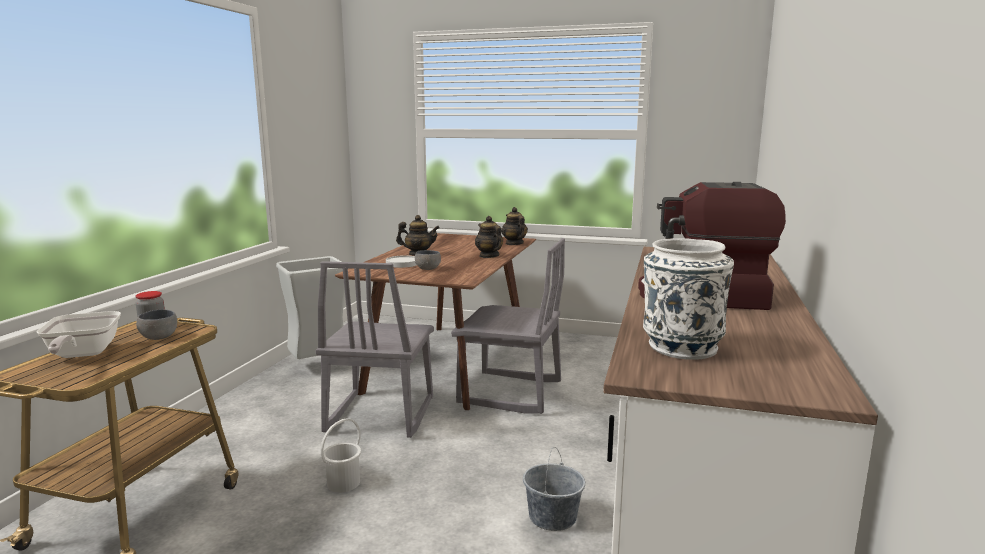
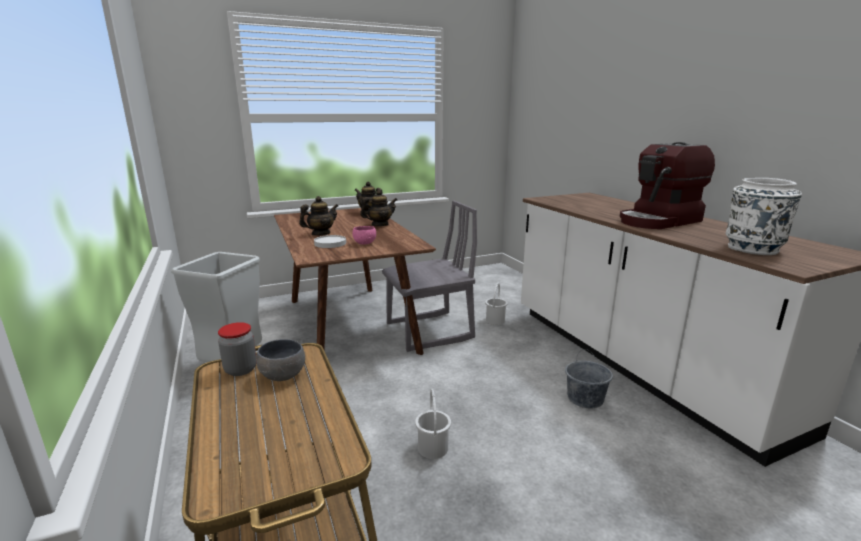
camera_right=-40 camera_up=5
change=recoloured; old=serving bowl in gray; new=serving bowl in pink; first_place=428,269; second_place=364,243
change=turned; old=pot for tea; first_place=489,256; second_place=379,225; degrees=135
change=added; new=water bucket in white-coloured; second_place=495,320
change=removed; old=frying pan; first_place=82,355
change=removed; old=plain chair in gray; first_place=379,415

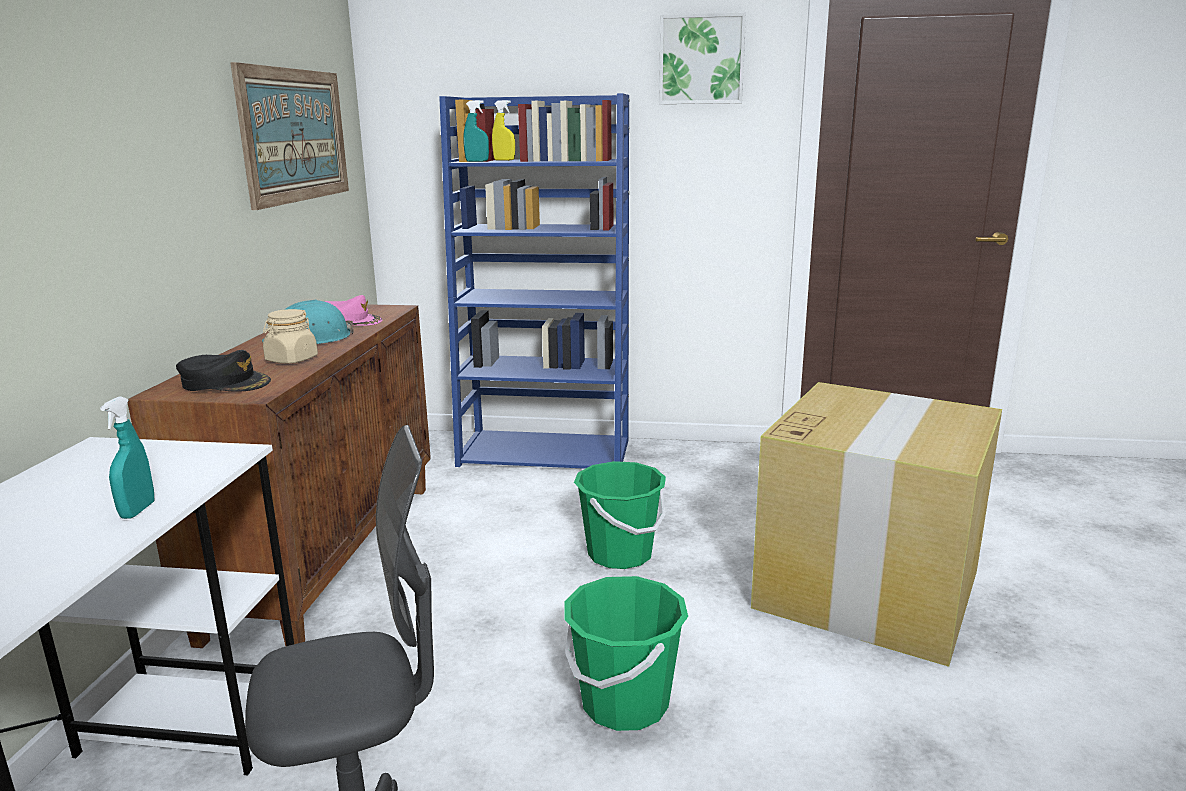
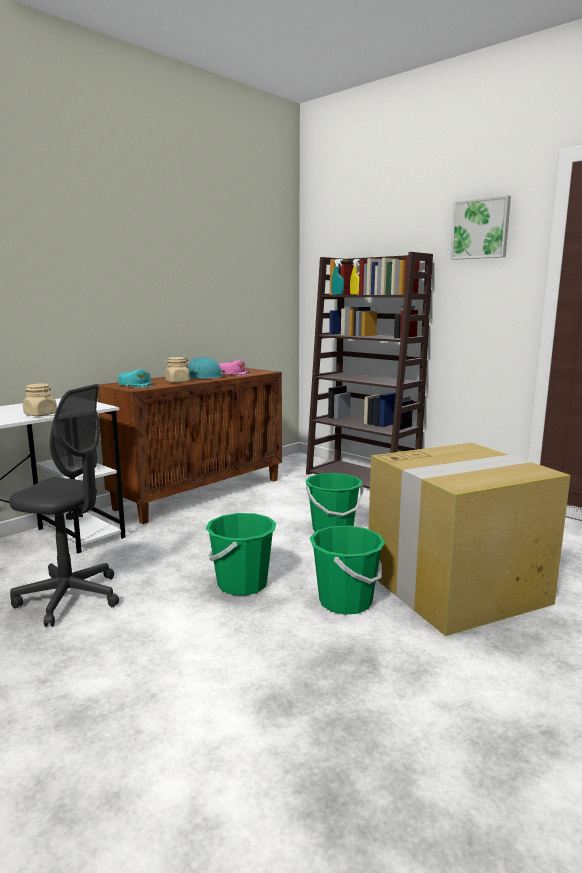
camera_right=35 camera_up=-5
change=replaced; old=spray bottle in blue-green; new=storage jar in beige-coloured; first_place=137,511; second_place=41,414
change=recoloured; old=peaked cap in black-coloured; new=peaked cap in blue-green; first_place=225,383; second_place=136,384
change=recoloured; old=bookshelf in blue; new=bookshelf in brownish; first_place=546,452; second_place=363,478
change=added; new=water bucket in greenish; second_place=345,602
change=removed; old=picture; first_place=295,135

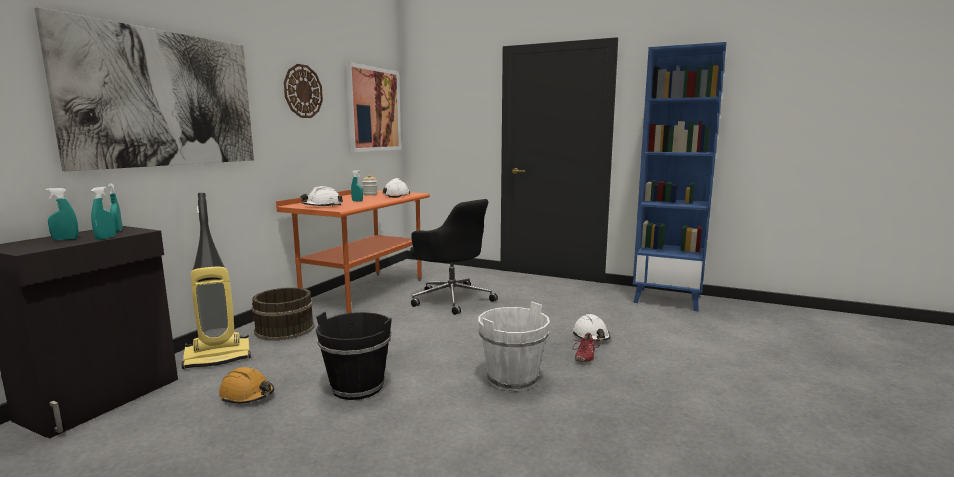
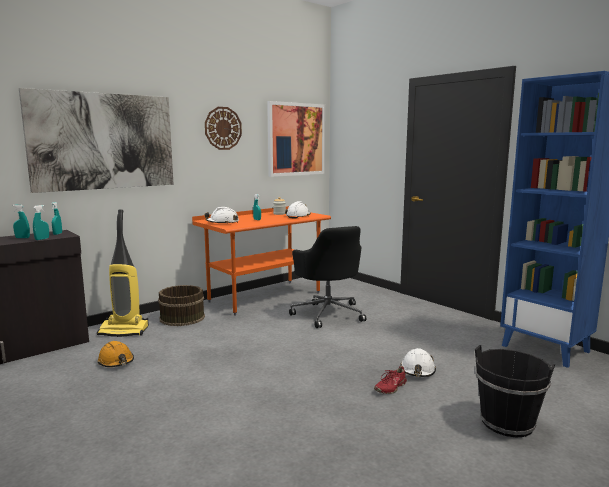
camera_right=25 camera_up=0
change=moved; old=water bucket in black-coloured; first_place=358,386; second_place=507,423
change=removed; old=water bucket in white-coloured; first_place=512,379

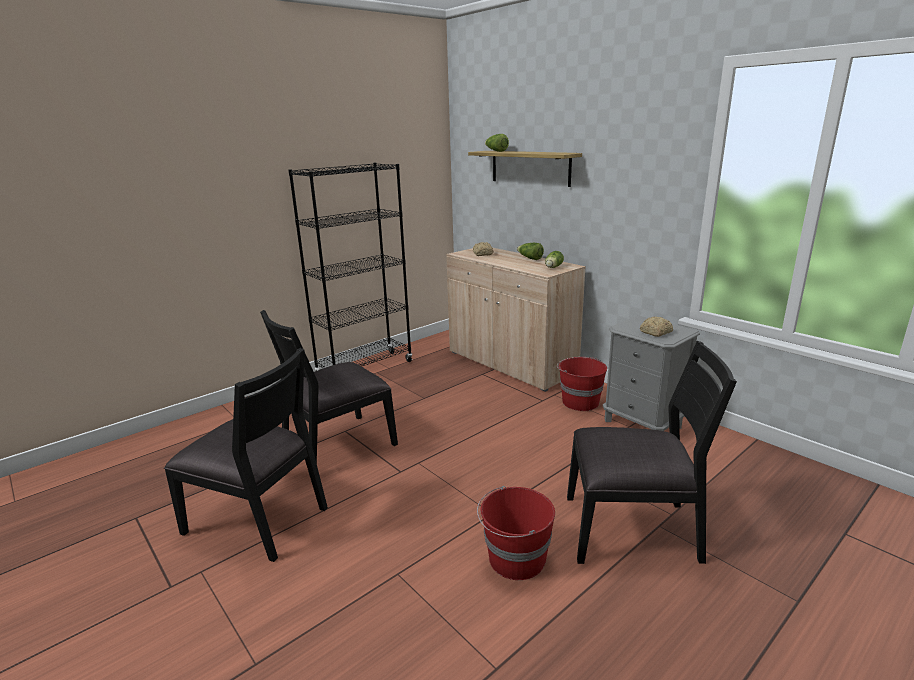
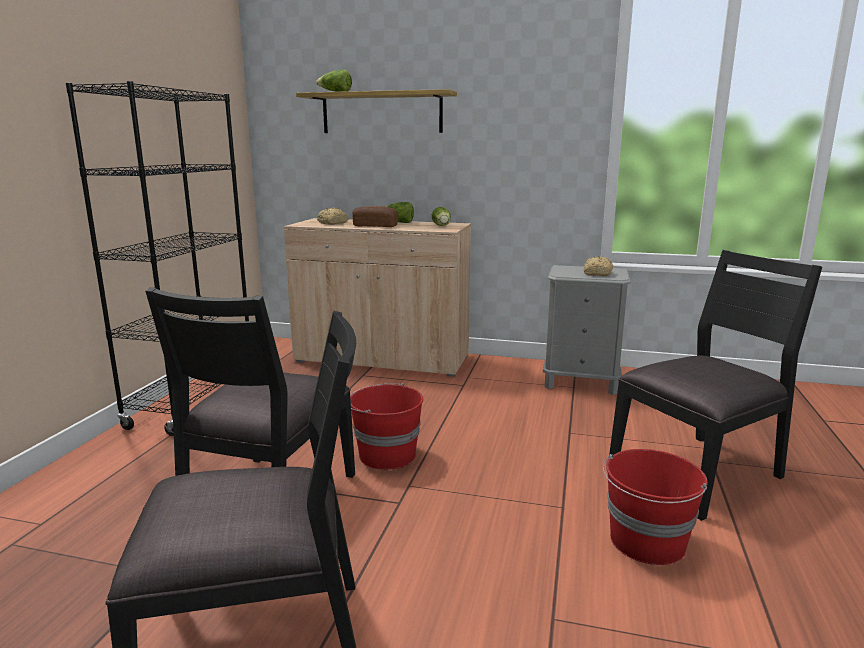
camera_right=-35 camera_up=-5
change=moved; old=water bucket in red-coloured; first_place=579,402; second_place=386,455
change=added; new=bakery bread; second_place=375,226

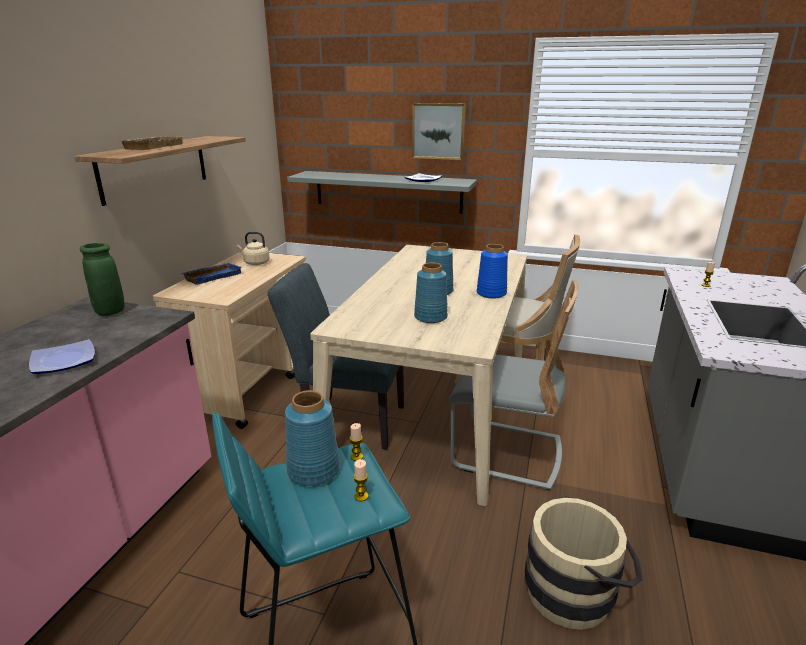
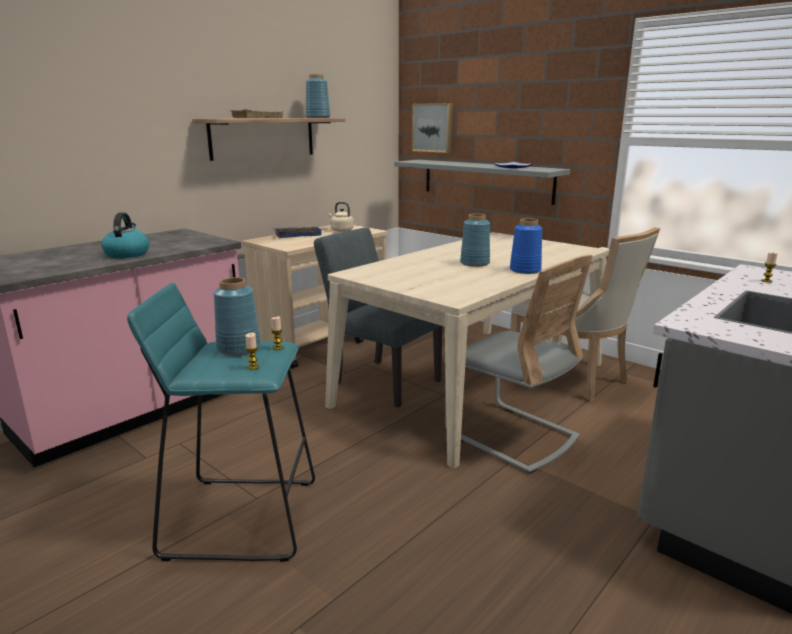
camera_right=25 camera_up=-5
change=replaced; old=flat dish; new=water kettle; first_place=62,362; second_place=127,254
change=moved; old=flower vase in blue; first_place=431,317; second_place=318,117
change=moved; old=picture; first_place=439,131; second_place=433,127
change=removed; old=flower vase in greenish; first_place=110,311
change=removed; old=water bucket in beige-coloured; first_place=576,591

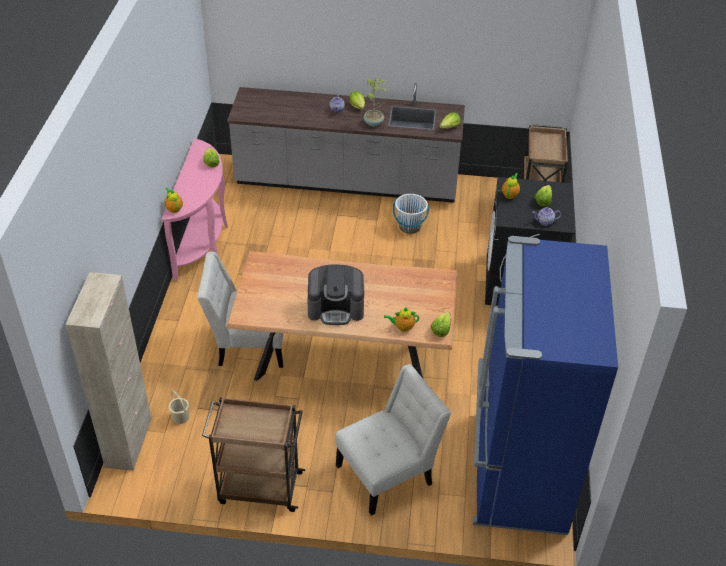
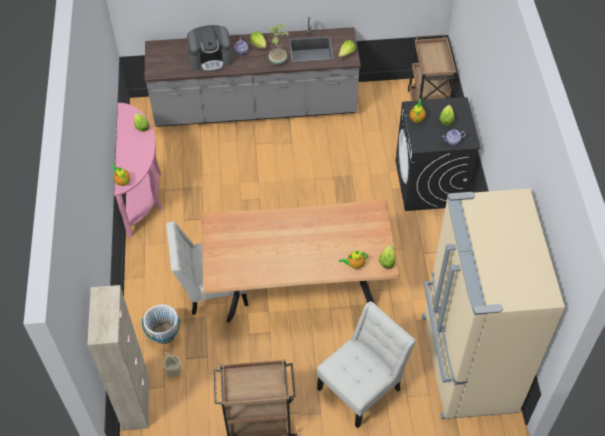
camera_right=-10 camera_up=10
change=moved; old=water bucket in white-coloured; first_place=409,227; second_place=164,334
change=moved; old=coffee brewer; first_place=336,308; second_place=211,59
change=recoloured; old=refrigerator in blue; new=refrigerator in beige-coloured; first_place=517,471; second_place=466,363

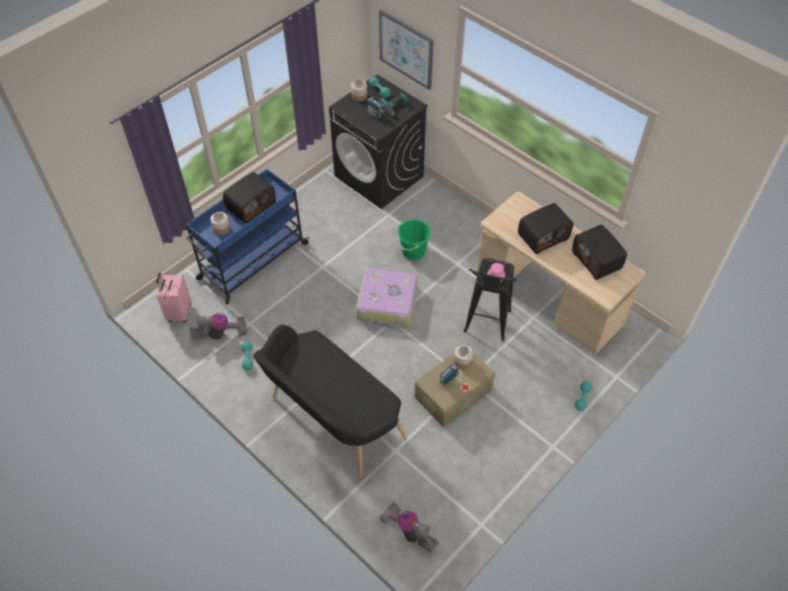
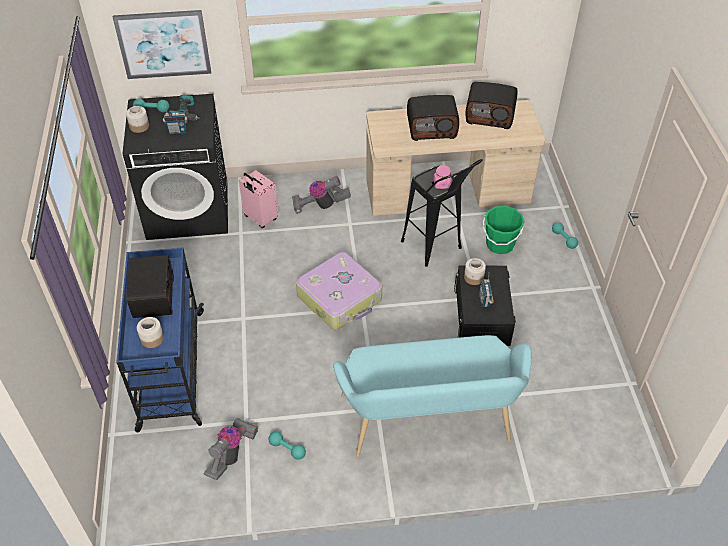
camera_right=-50 camera_up=-5
change=moved; old=travel case in pink; first_place=178,312; second_place=260,218
change=moved; old=vacuum cleaner; first_place=409,531; second_place=320,205
change=recoloured; old=indoor bench in black-coloured; new=indoor bench in blue-green; first_place=332,420; second_place=428,424
change=turned; old=radio receiver; first_place=542,236; second_place=432,128; degrees=75
change=recoloured; old=storage container in beige-coloured; new=storage container in black-coloured; first_place=453,393; second_place=482,316
change=moved; old=water bucket in greenish; first_place=413,251; second_place=500,244

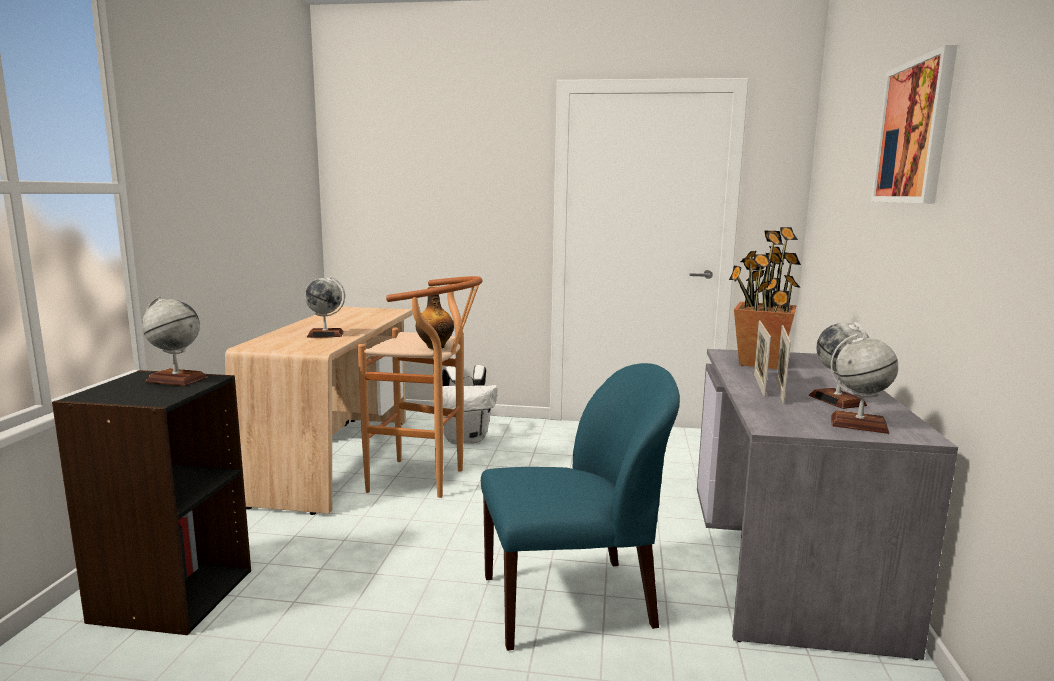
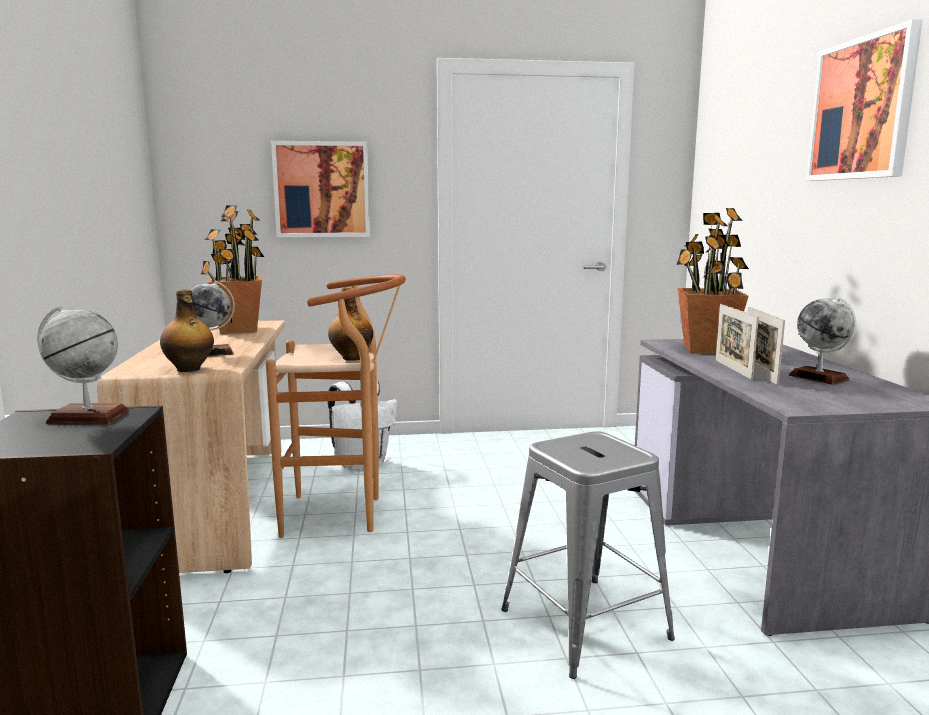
camera_right=-15 camera_up=0
change=added; new=drink bottle; second_place=189,369
change=added; new=potted plant; second_place=238,330
change=added; new=picture; second_place=322,189
change=replaced; old=plain chair in blue; new=sitting stool in gray; first_place=571,601; second_place=584,624
change=removed; old=world globe; first_place=858,424

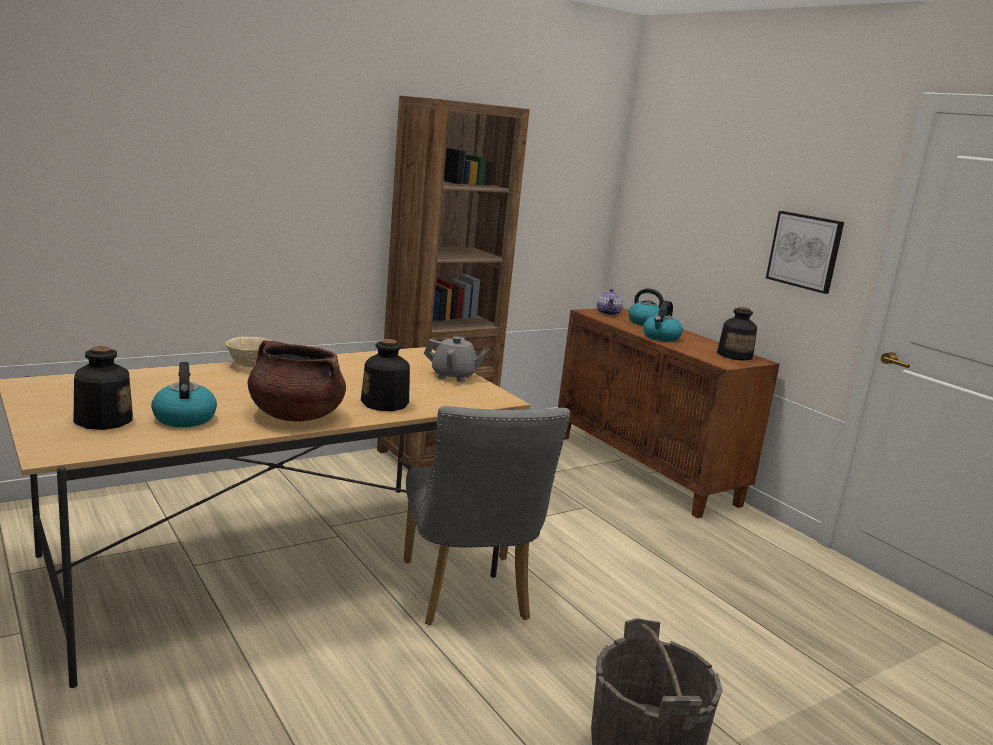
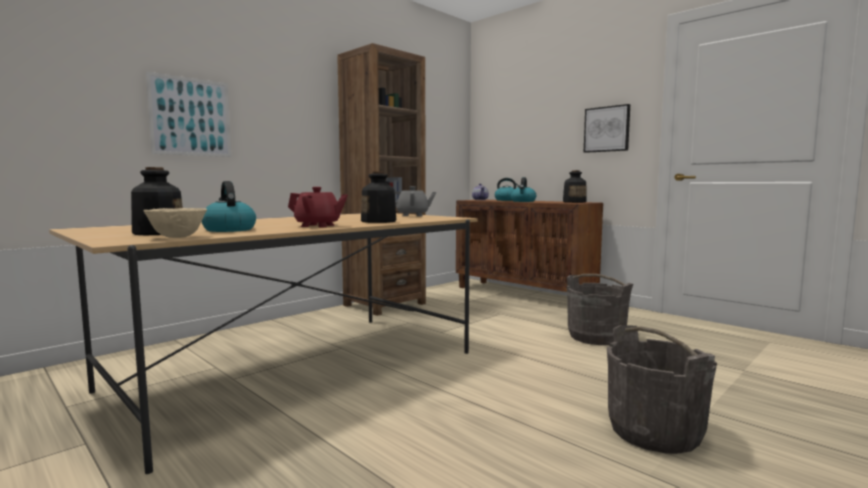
camera_right=-10 camera_up=-10
change=moved; old=serving bowl in beige-coloured; first_place=250,365; second_place=178,237
change=added; new=picture; second_place=191,117
change=replaced; old=stockpot in brownish; new=pot for tea in red-coloured; first_place=295,416; second_place=318,226
change=added; new=water bucket in gray; second_place=596,337
change=removed; old=plain chair in gray; first_place=467,596

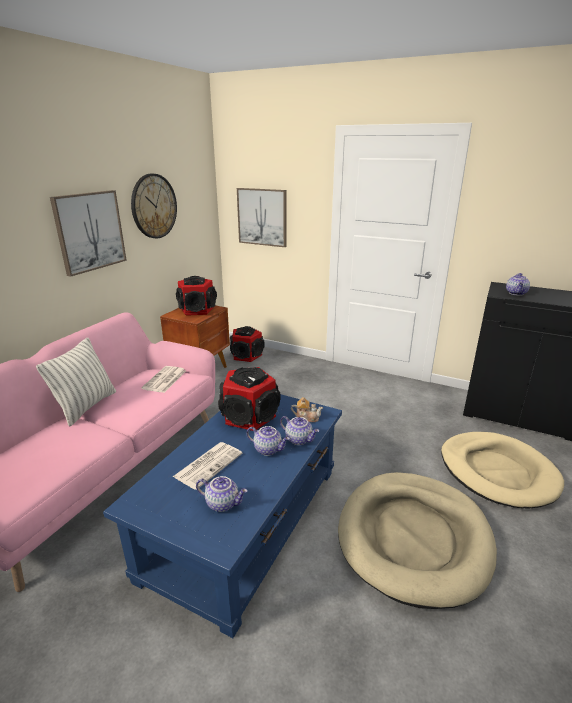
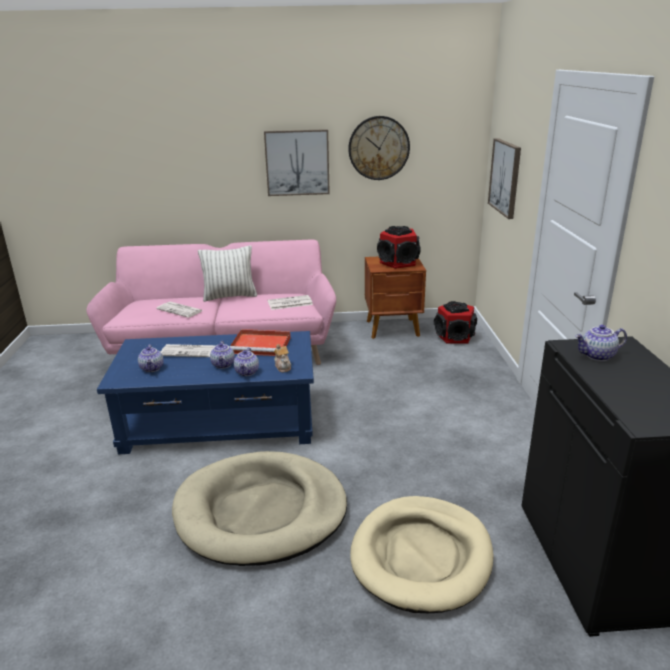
camera_right=60 camera_up=0
change=added; new=daily paper; second_place=180,310
change=replaced; old=speaker; new=carrying tray in red-coloured; first_place=249,416; second_place=262,345

